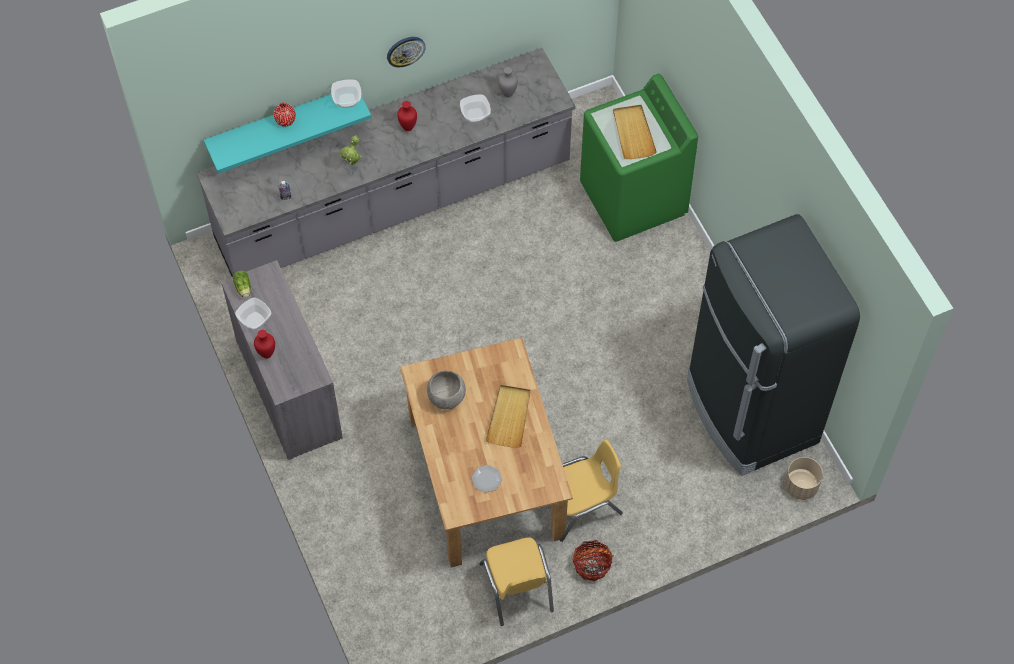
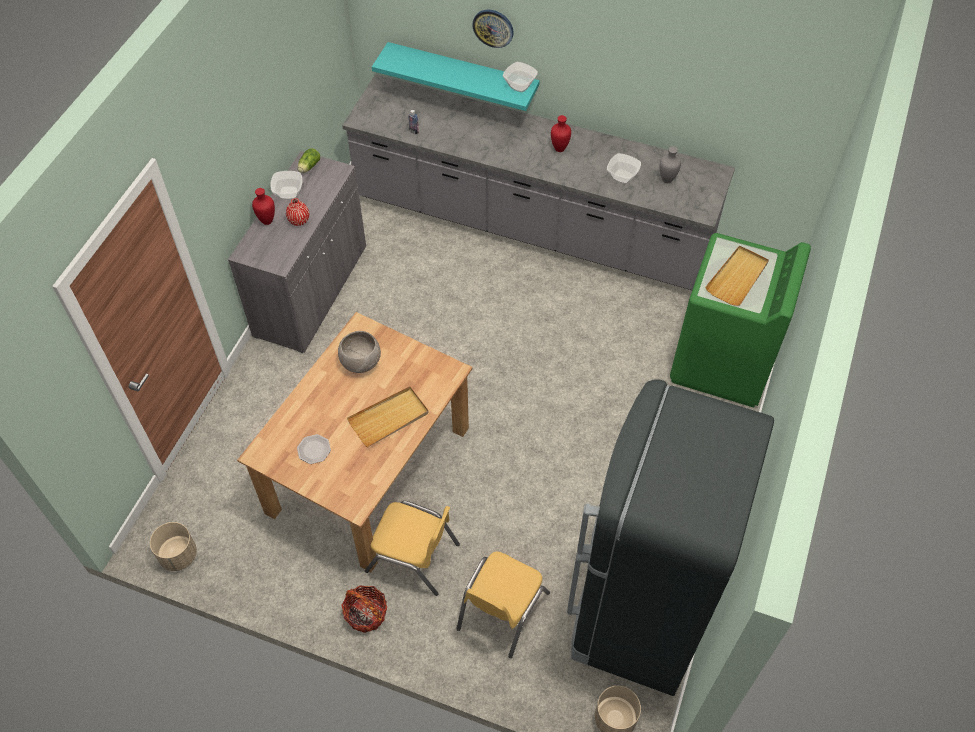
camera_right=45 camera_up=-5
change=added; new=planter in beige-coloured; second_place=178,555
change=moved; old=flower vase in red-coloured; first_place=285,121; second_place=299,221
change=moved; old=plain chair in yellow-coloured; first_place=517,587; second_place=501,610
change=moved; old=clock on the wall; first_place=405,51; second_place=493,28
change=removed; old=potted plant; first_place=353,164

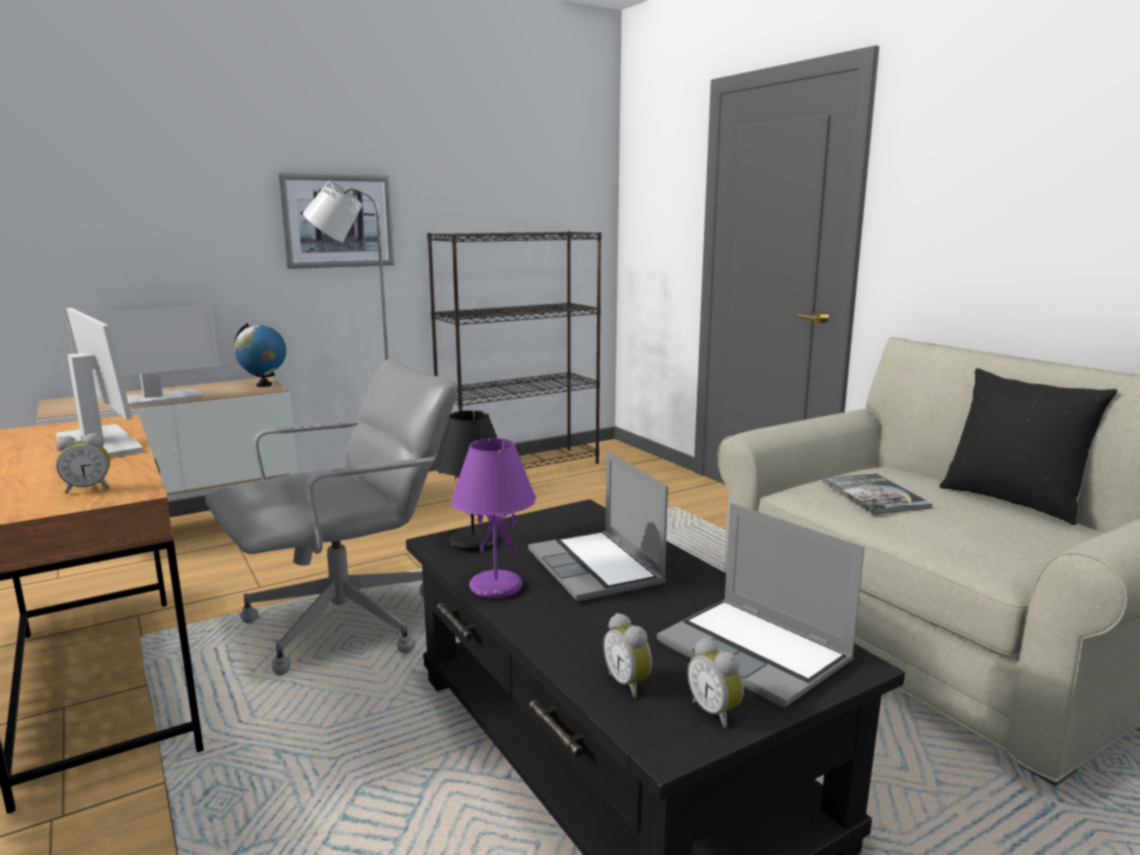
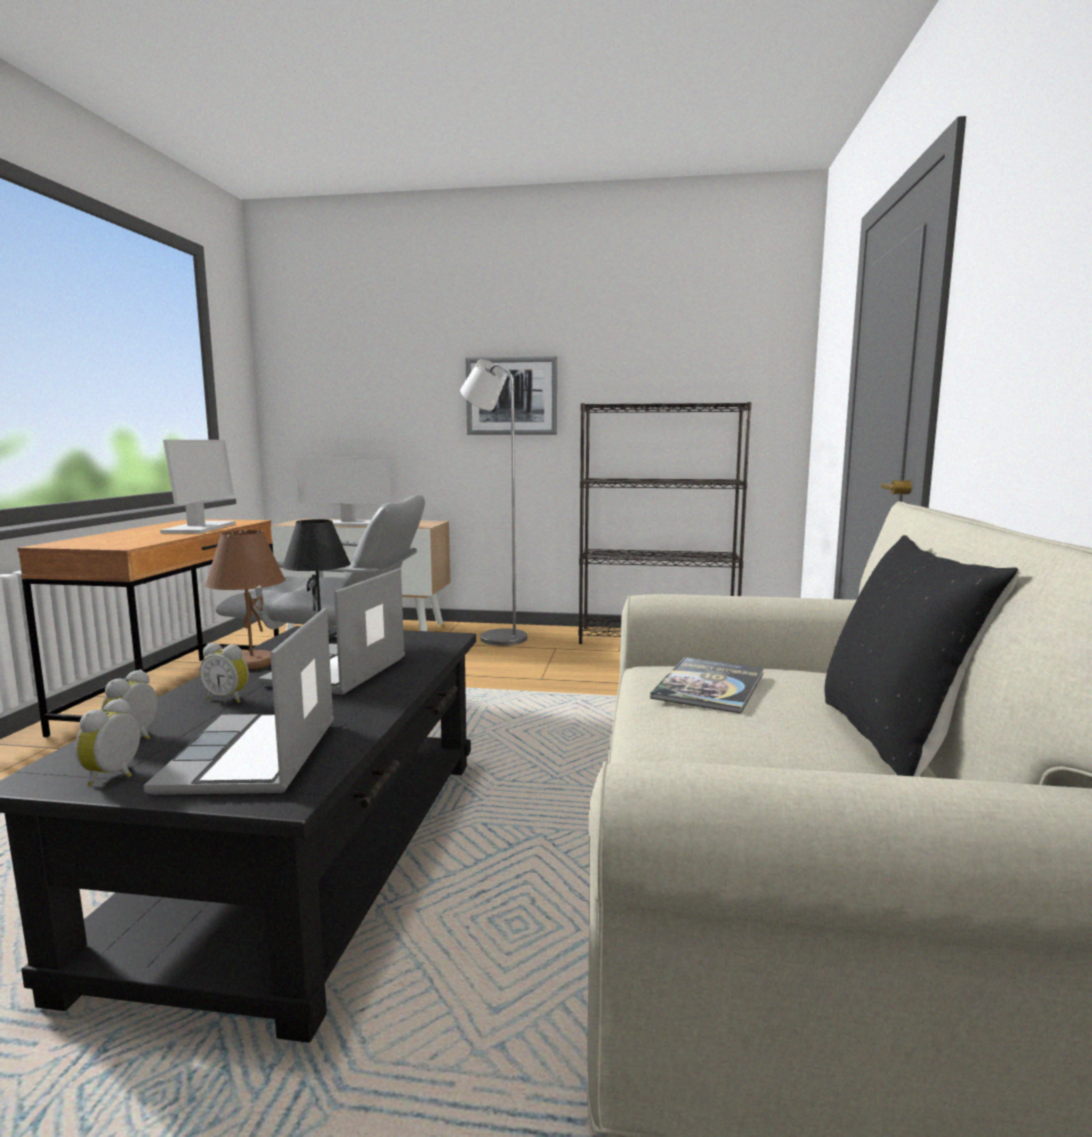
camera_right=40 camera_up=-5
change=moved; old=bedside clock; first_place=88,489; second_place=228,698
change=recoloured; old=lamp for a table in purple; new=lamp for a table in brownish; first_place=495,588; second_place=250,663
change=removed; old=world globe; first_place=263,385

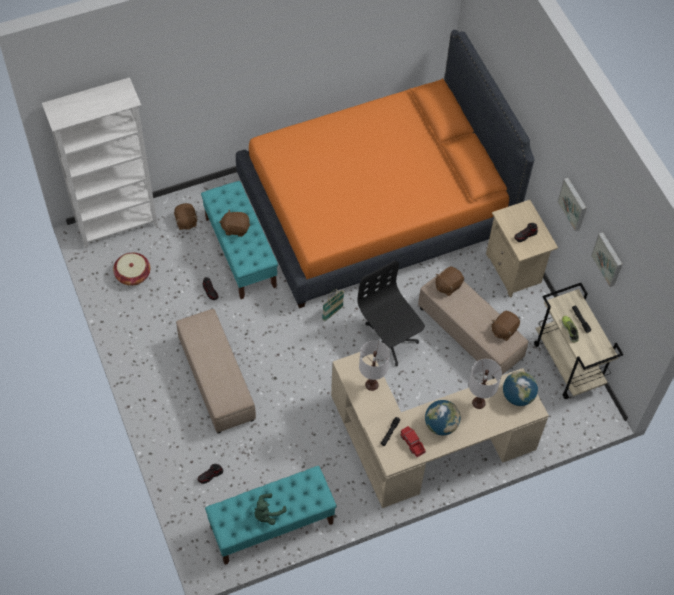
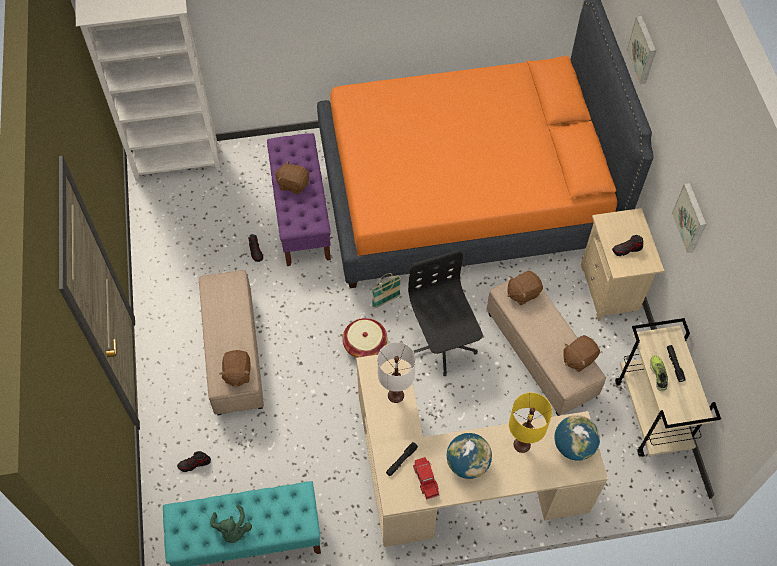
camera_right=15 camera_up=0
change=turned; old=plush toy in greenish; first_place=267,514; second_place=233,529; degrees=-75
change=moved; old=plush toy in brownish; first_place=186,222; second_place=237,373
change=recoloured; old=indoor bench in blue-green; new=indoor bench in purple; first_place=240,252; second_place=301,214
change=moved; old=basket; first_place=133,274; second_place=365,345
change=recoloured; old=lamp for a table in white-coloured; new=lamp for a table in yellow-coloured; first_place=478,403; second_place=521,445
change=moved; old=picture; first_place=608,259; second_place=643,50

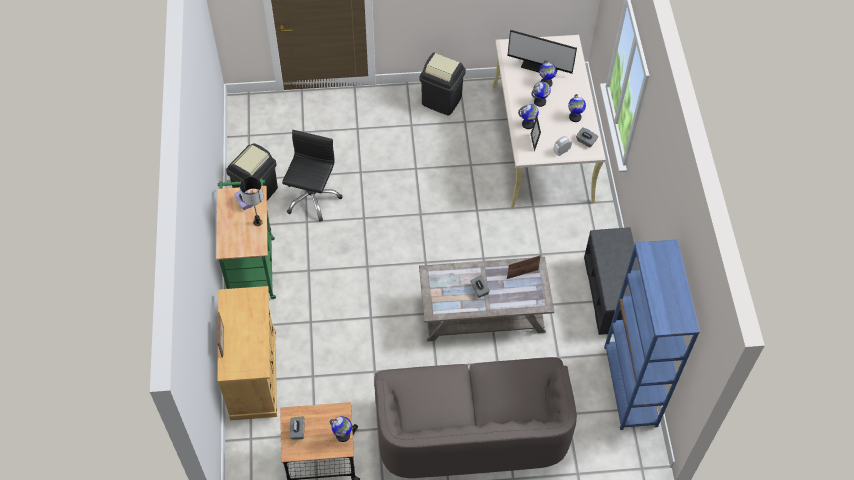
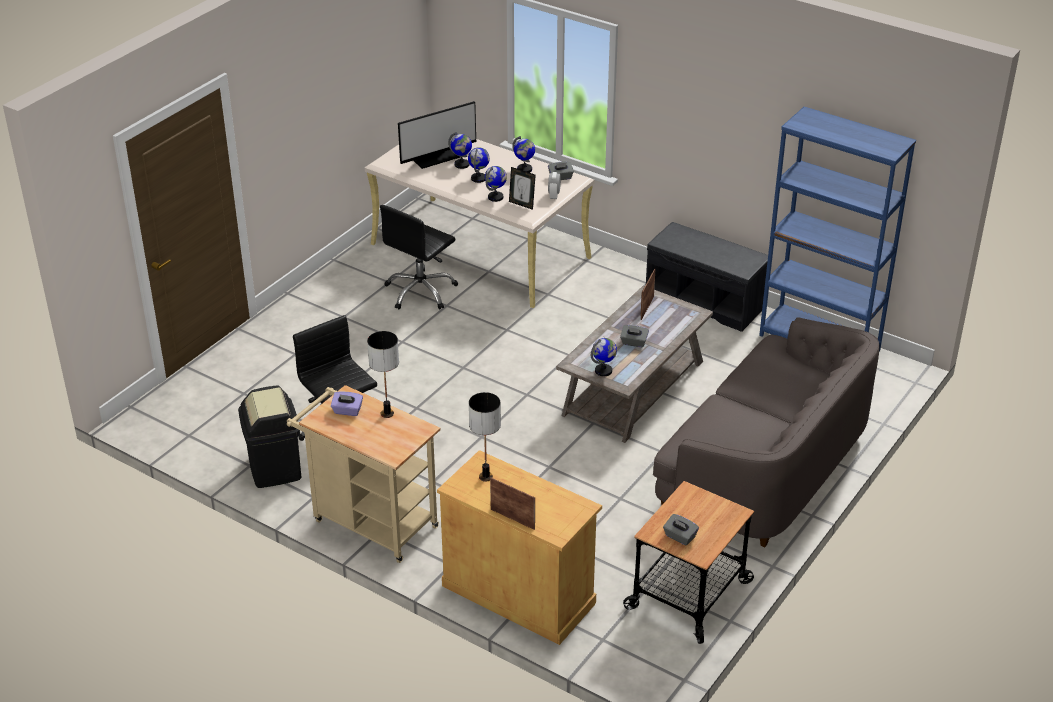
camera_right=-50 camera_up=-20
change=recoloured; old=trolley in greenish; new=trolley in beige-coloured; first_place=252,265; second_place=369,521
change=added; new=desk chair in black-coloured; second_place=421,291
change=added; new=lamp for a table; second_place=485,477
change=moved; old=world globe; first_place=343,435; second_place=603,371
change=removed; old=waste bin in black-coloured; first_place=442,100

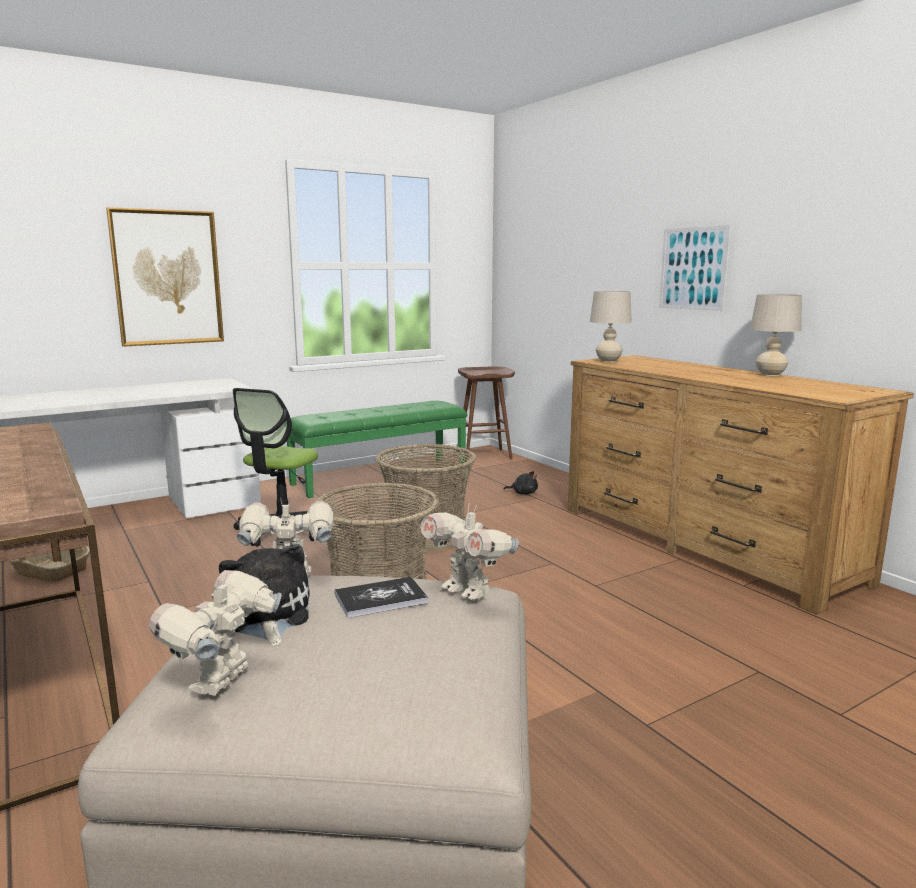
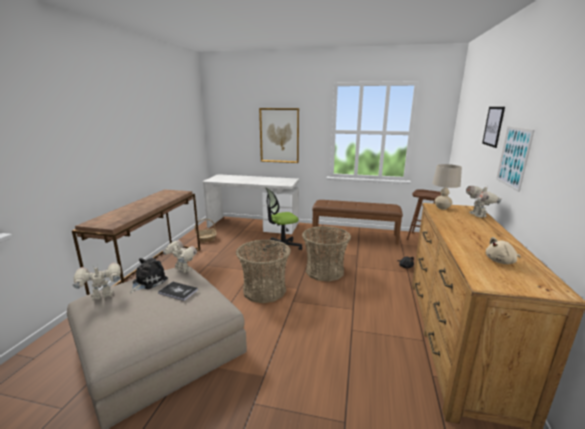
camera_right=45 camera_up=5
change=recoloured; old=indoor bench in greenish; new=indoor bench in brownish; first_place=380,477; second_place=354,235
change=moved; old=robot figure; first_place=468,590; second_place=478,215
change=added; new=picture; second_place=493,126
change=added; new=plush toy in beige-coloured; second_place=501,261
change=removed; old=lamp for a table in beige-coloured; first_place=770,374

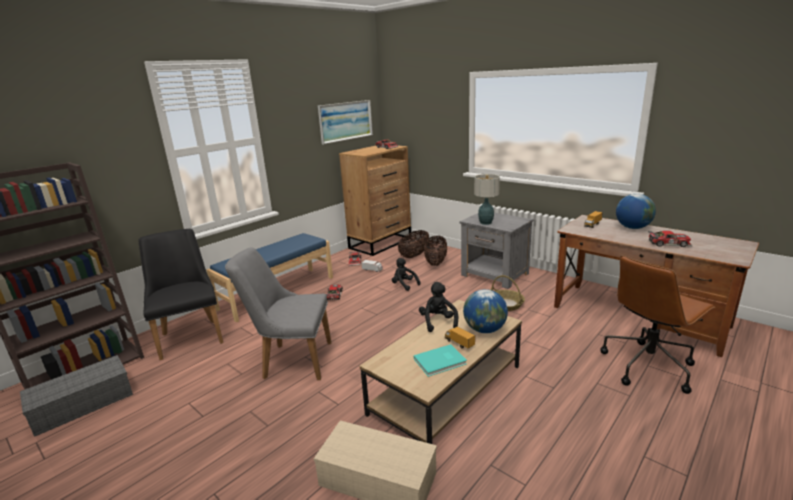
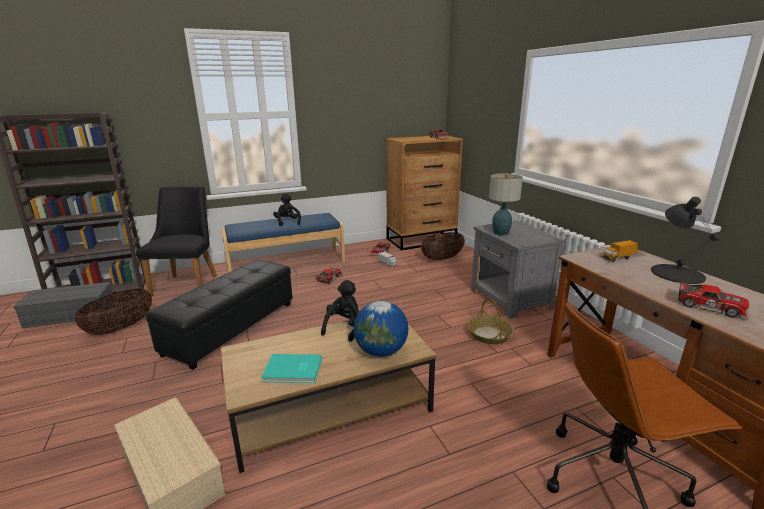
camera_right=25 camera_up=0
change=moved; old=basket; first_place=436,262; second_place=121,328
change=replaced; old=plain chair in gray; new=pouffe in black-coloured; first_place=291,360; second_place=232,327
change=moved; old=plush toy in black-coloured; first_place=404,285; second_place=287,222
change=replaced; old=world globe; new=lamp for a table in black-coloured; first_place=632,228; second_place=677,273
change=removed; old=picture; first_place=345,121
change=removed; old=toy lorry; first_place=459,343

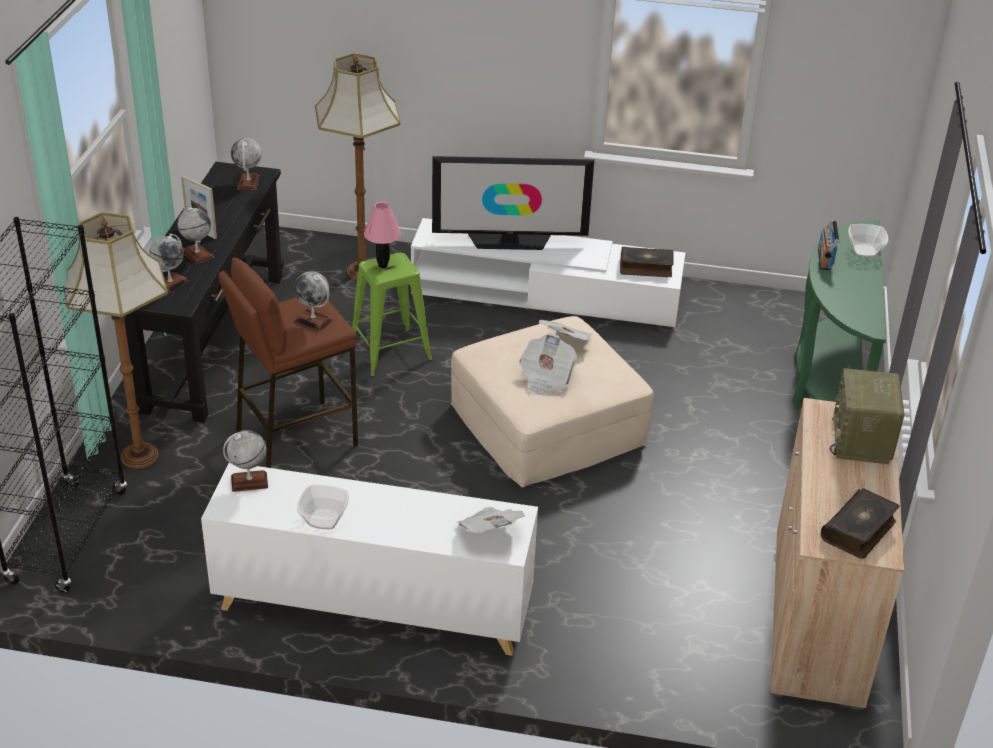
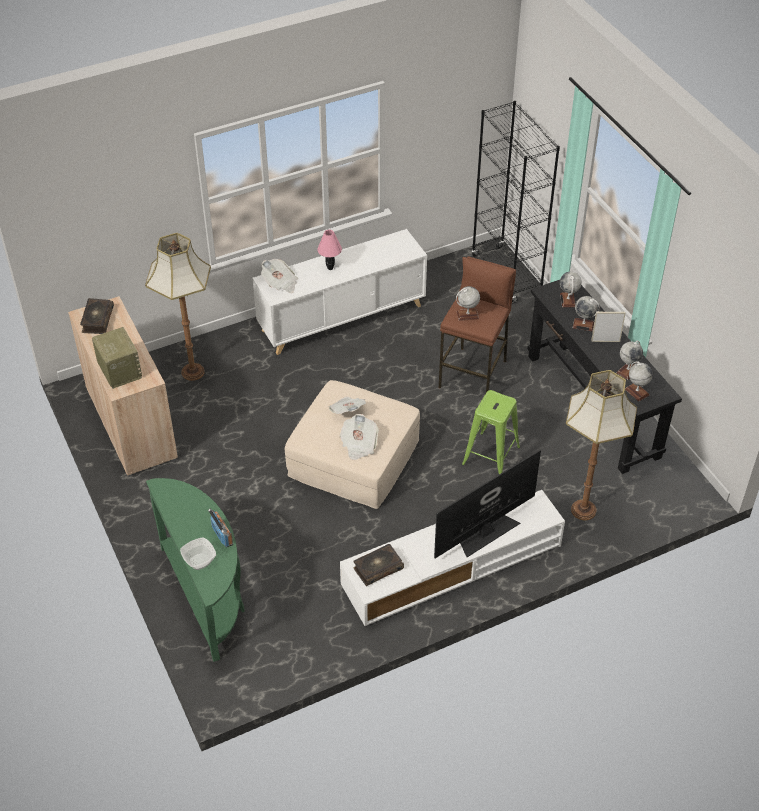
camera_right=145 camera_up=10
change=moved; old=standing lamp; first_place=141,457; second_place=192,372
change=moved; old=lamp for a table in pink; first_place=382,265; second_place=330,268
change=moved; old=world globe; first_place=249,482; second_place=628,370
change=removed; old=serving bowl; first_place=324,520

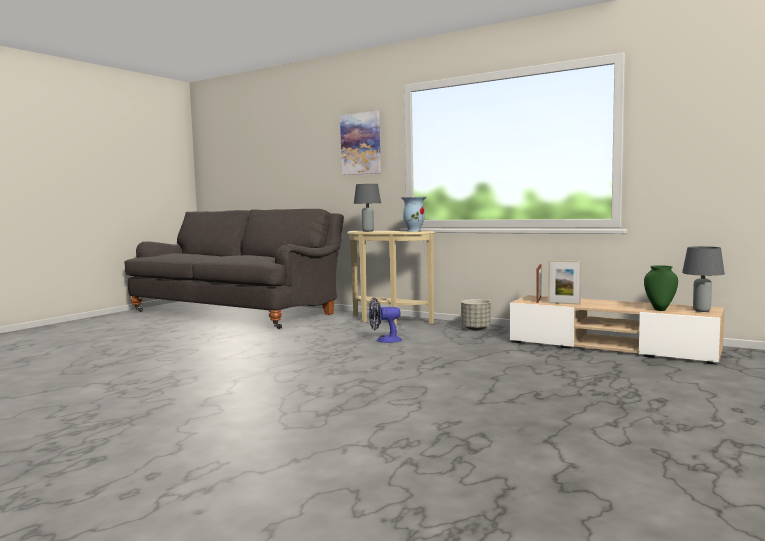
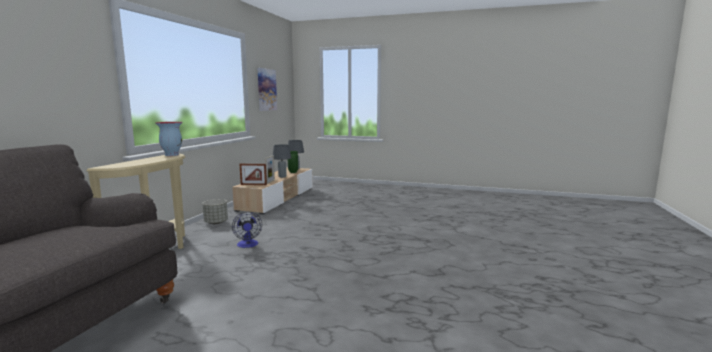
camera_right=-105 camera_up=5
change=moved; old=picture; first_place=361,143; second_place=266,89
change=moved; old=lamp for a table in gray; first_place=368,231; second_place=282,177

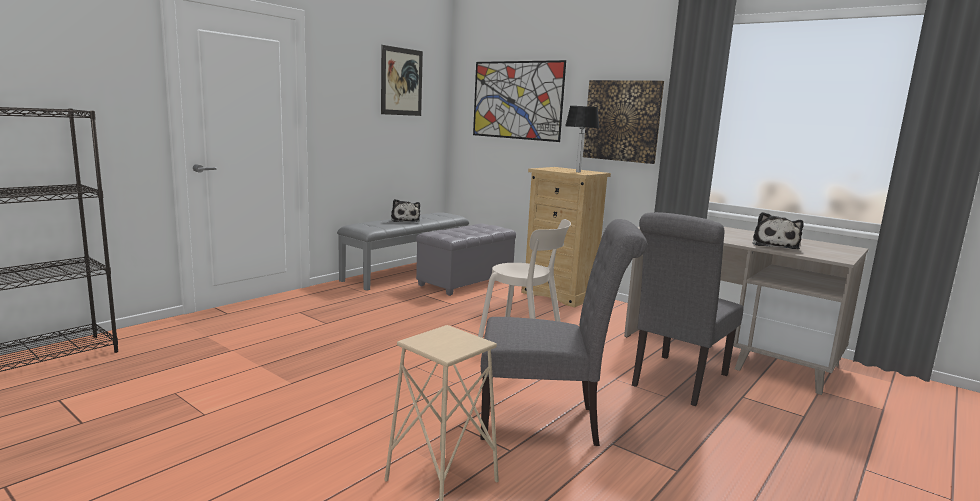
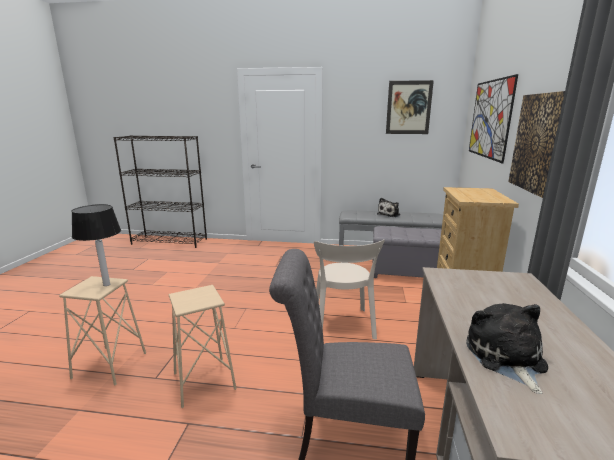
camera_right=60 camera_up=5
change=moved; old=lamp for a table; first_place=578,172; second_place=106,285
change=replaced; old=plain chair in gray; new=sitting stool in beige-coloured; first_place=547,422; second_place=203,381
change=turned; old=plush toy; first_place=774,245; second_place=506,358; degrees=105

